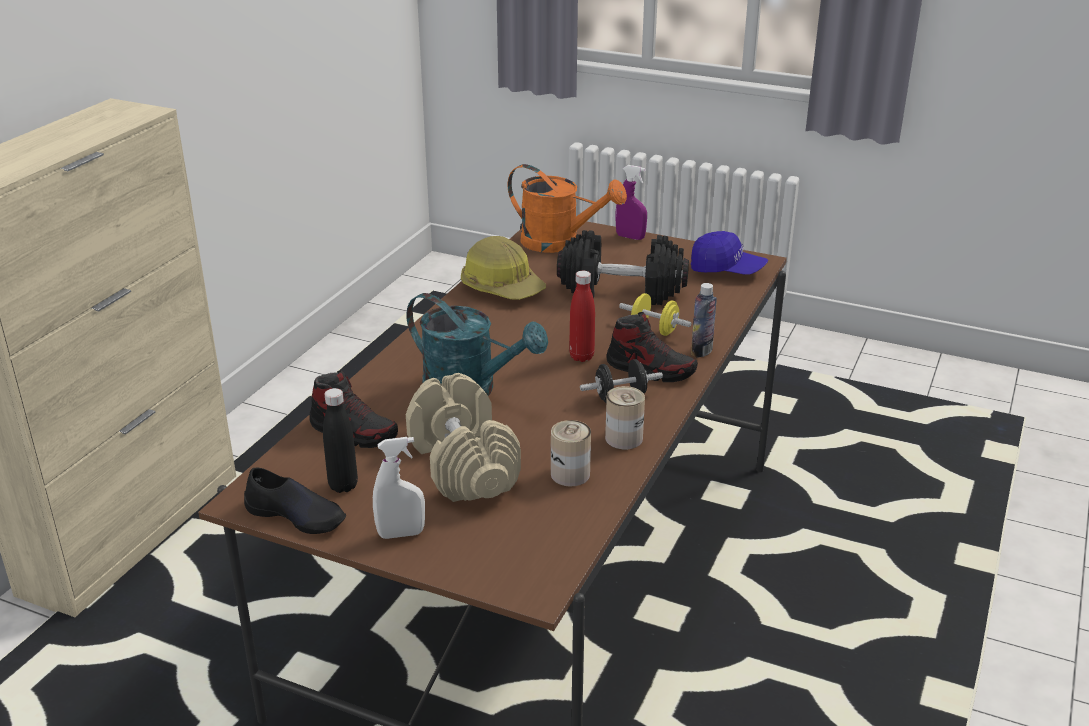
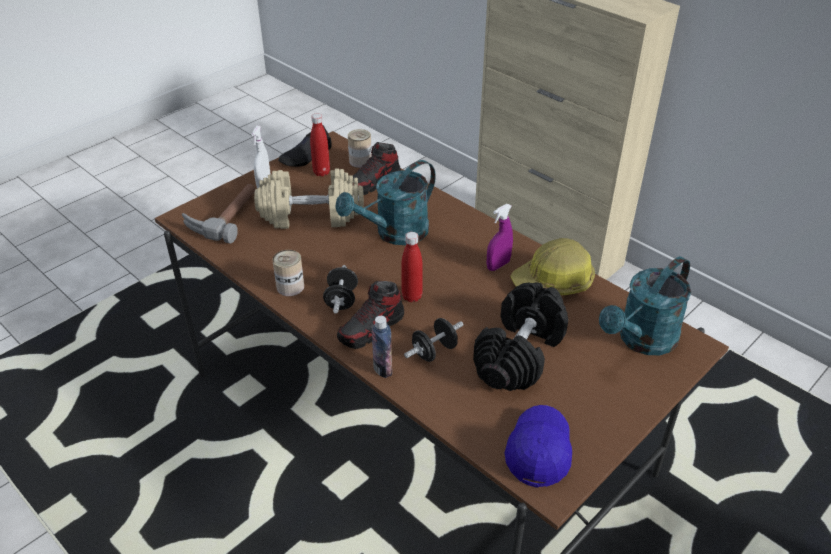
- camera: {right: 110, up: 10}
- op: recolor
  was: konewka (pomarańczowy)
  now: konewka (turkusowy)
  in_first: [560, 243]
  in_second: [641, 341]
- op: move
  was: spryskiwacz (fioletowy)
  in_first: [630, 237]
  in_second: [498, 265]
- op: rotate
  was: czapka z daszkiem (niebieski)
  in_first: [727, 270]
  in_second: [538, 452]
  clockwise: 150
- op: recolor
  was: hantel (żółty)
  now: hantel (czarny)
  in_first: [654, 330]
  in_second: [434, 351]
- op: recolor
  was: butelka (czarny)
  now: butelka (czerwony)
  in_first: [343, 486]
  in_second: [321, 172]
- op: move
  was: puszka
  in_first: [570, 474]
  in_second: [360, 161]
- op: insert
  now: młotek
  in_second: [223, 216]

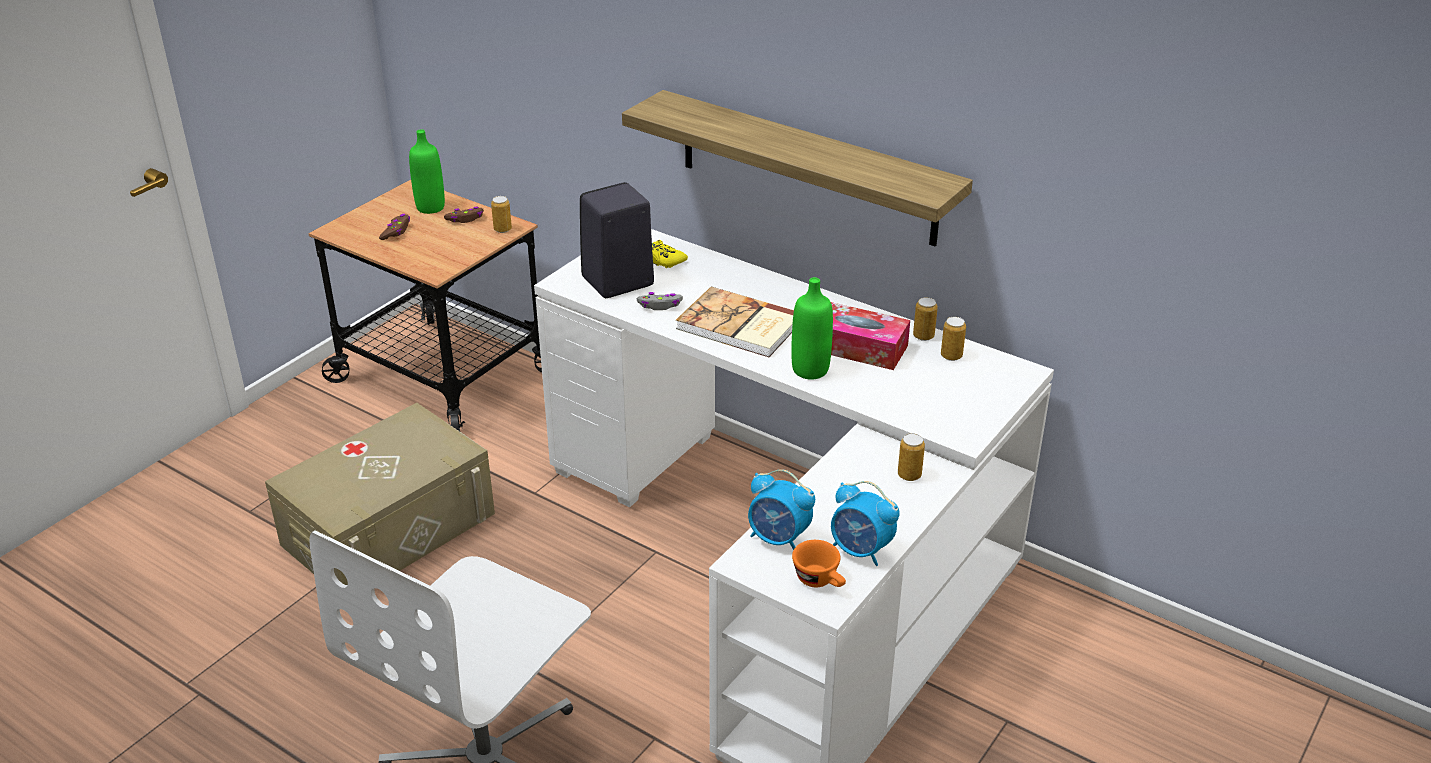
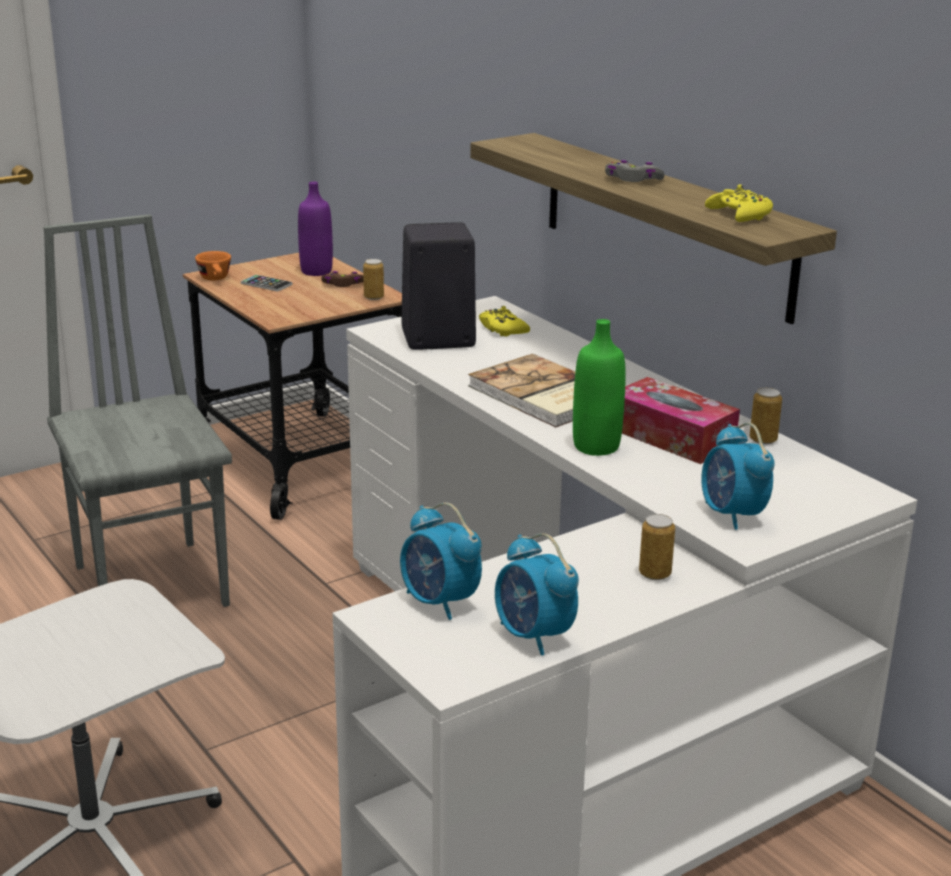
- camera: {right: 20, up: -10}
- op: recolor
  was: butelka (zielony)
  now: butelka (fioletowy)
  in_first: [430, 207]
  in_second: [316, 271]
- op: replace
  was: pad do gier (brązowy)
  now: telefon
  in_first: [396, 231]
  in_second: [266, 284]
- op: move
  was: pad do gier (szary)
  in_first: [660, 305]
  in_second: [633, 180]
- op: delete
  was: puszka
  in_first: [951, 356]
- op: replace
  was: pojemnik do przechowywania (beżowy)
  now: krzesło (szary)
  in_first: [389, 529]
  in_second: [153, 584]
- op: move
  was: filiżanka (pomarańczowy)
  in_first: [820, 581]
  in_second: [216, 279]
- op: insert
  now: pad do gier (żółty)
  in_second: [739, 214]
- op: insert
  now: budzik
  in_second: [732, 515]

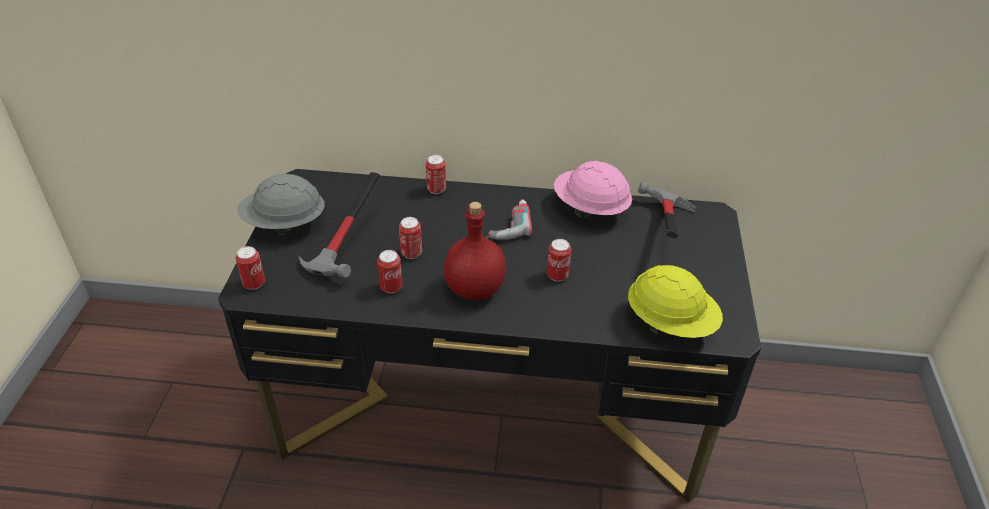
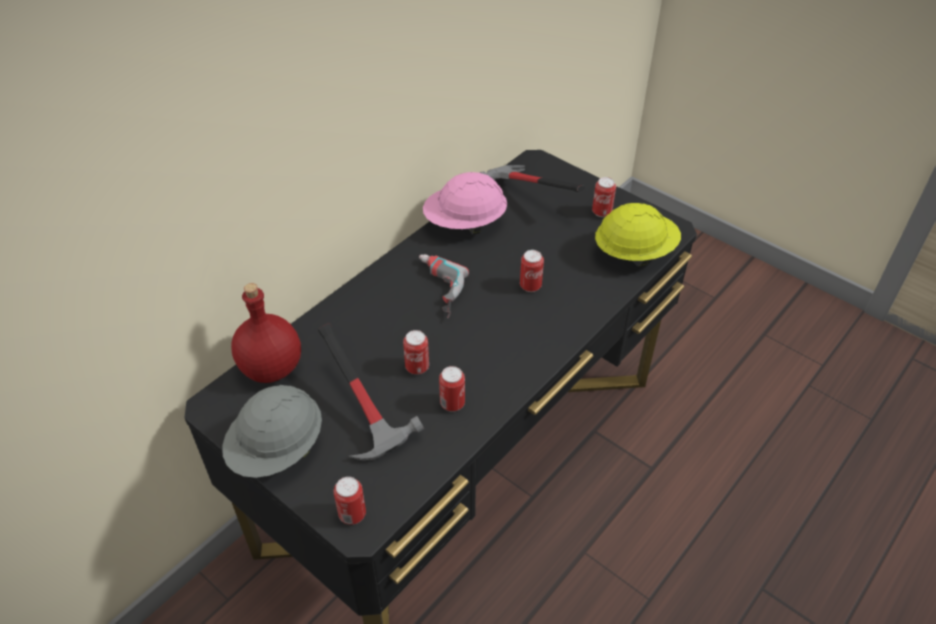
- camera: {right: -55, up: 5}
- op: move
  was: puszka
  in_first: [436, 189]
  in_second: [601, 212]
- op: move
  was: butelka (czerwony)
  in_first: [475, 288]
  in_second: [271, 367]

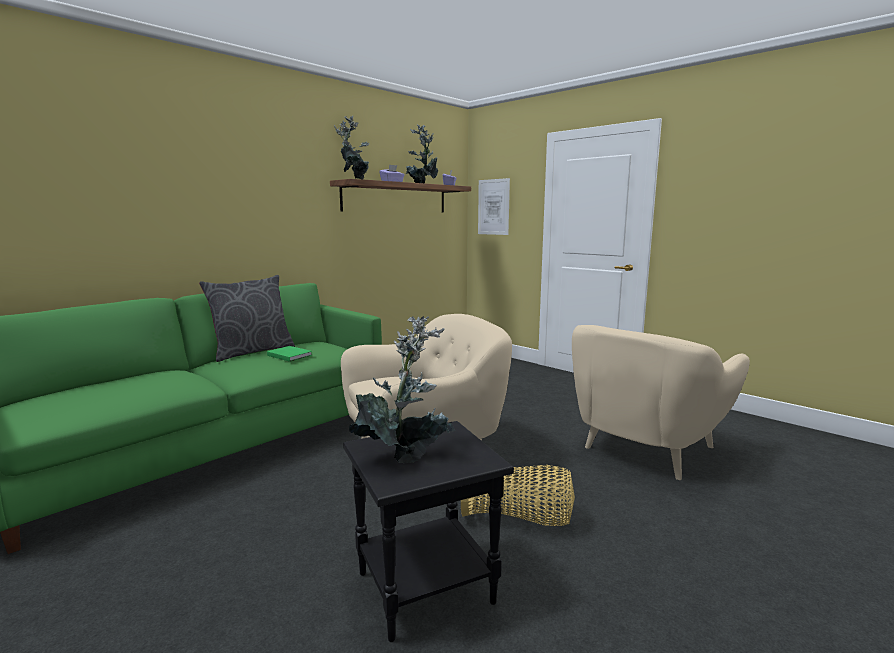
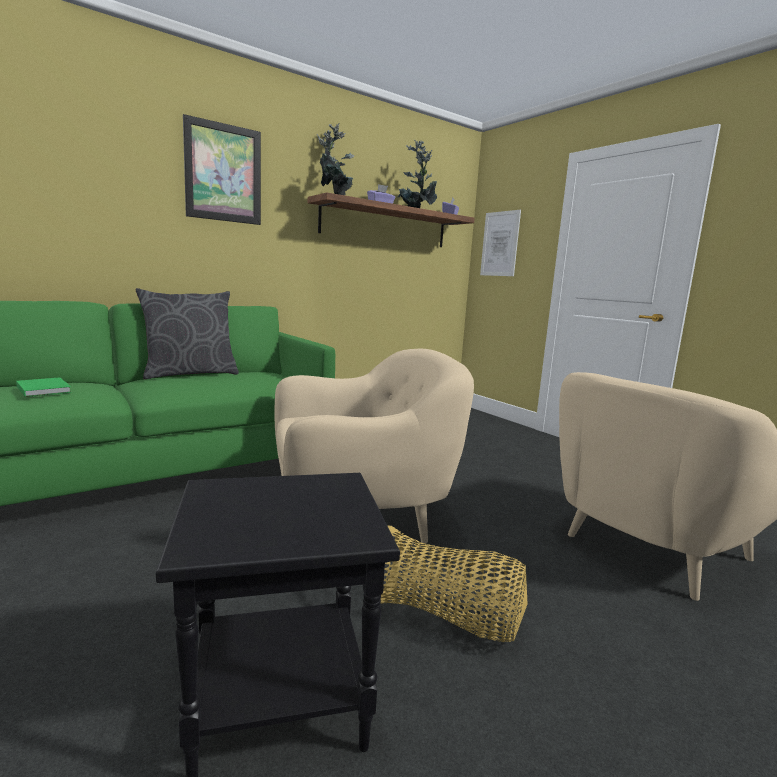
- camera: {right: 10, up: 0}
- op: delete
  was: roślina doniczkowa
  in_first: [405, 455]
- op: move
  was: książka (zielony)
  in_first: [289, 355]
  in_second: [44, 389]
- op: insert
  now: obraz
  in_second: [223, 173]

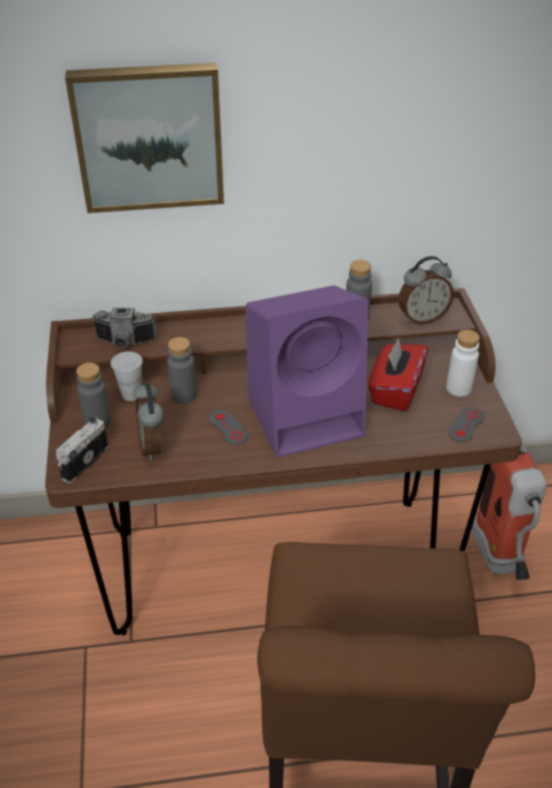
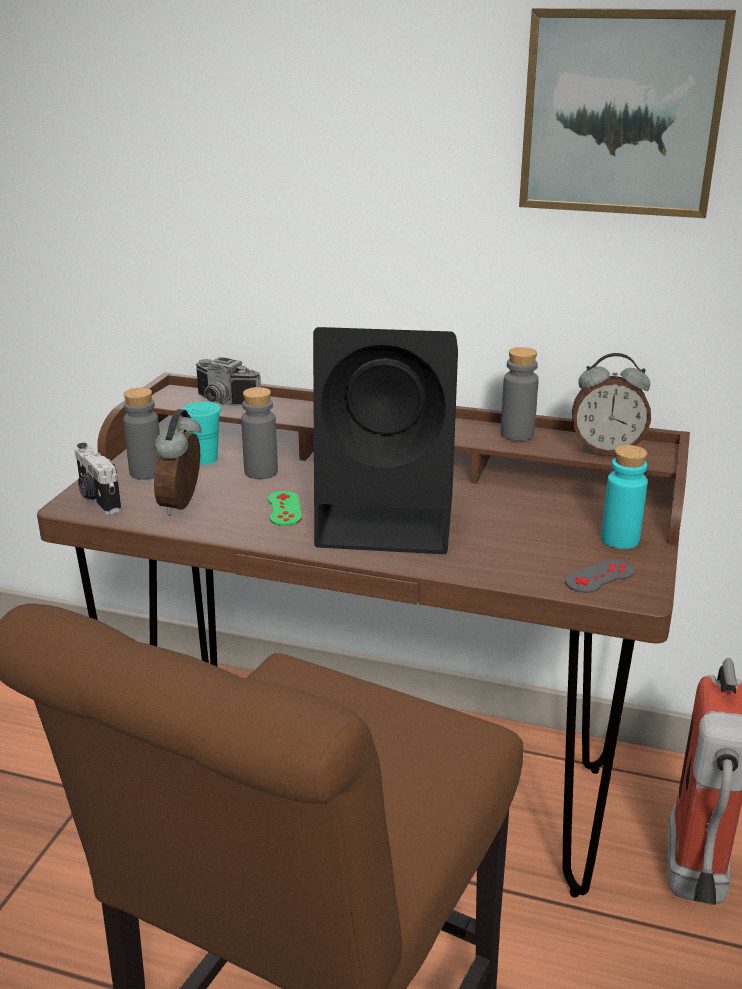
- camera: {right: 25, up: -15}
- op: move
  was: obraz
  in_first: [149, 136]
  in_second: [622, 112]
- op: recolor
  was: głośnik (fioletowy)
  now: głośnik (czarny)
  in_first: [307, 415]
  in_second: [391, 519]
- op: recolor
  was: butelka (biały)
  now: butelka (turkusowy)
  in_first: [458, 388]
  in_second: [620, 540]
- op: delete
  was: pudełko chusteczek (czerwony)
  in_first: [395, 390]
- op: recolor
  was: filiżanka (biały)
  now: filiżanka (turkusowy)
  in_first: [131, 394]
  in_second: [205, 459]
- op: recolor
  was: pad do gier (szary)
  now: pad do gier (zielony)
  in_first: [228, 427]
  in_second: [284, 509]
- op: rotate
  was: aparat fotograficzny
  in_first: [83, 461]
  in_second: [98, 499]
  clockwise: -90

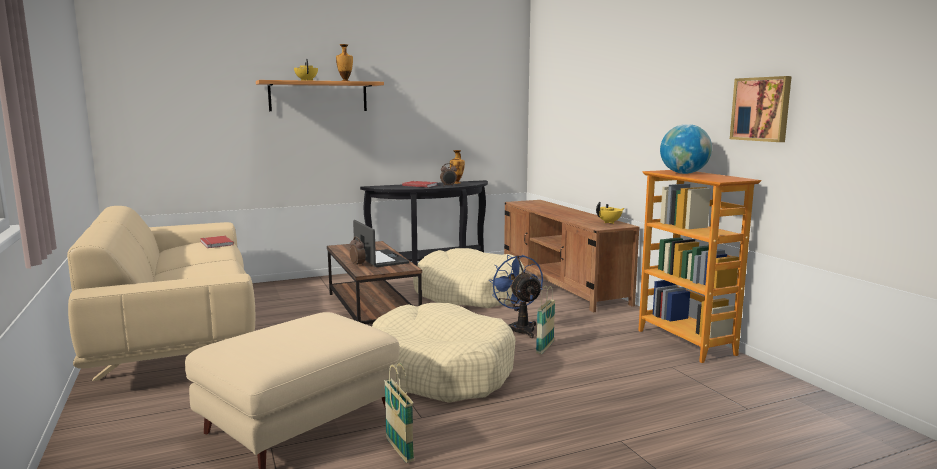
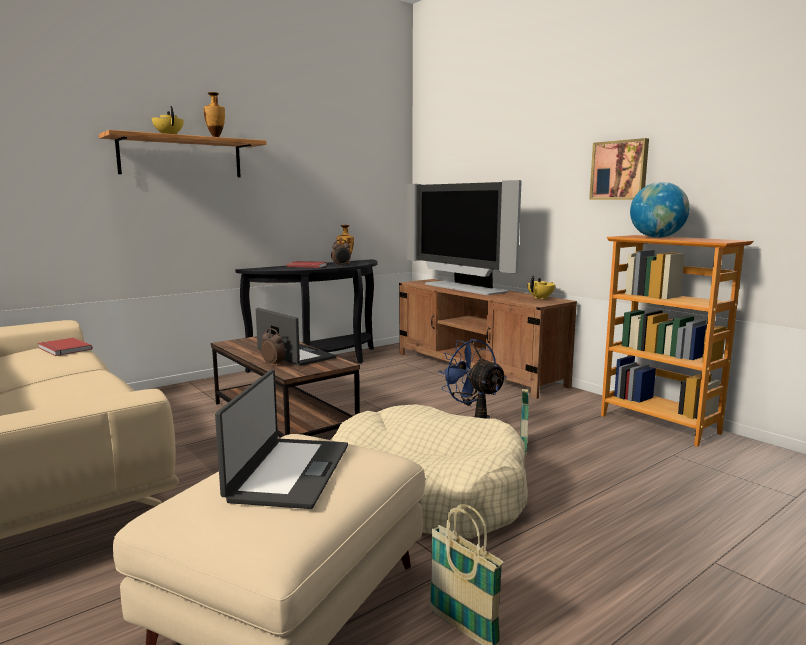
- camera: {right: -15, up: 0}
- op: move
  was: obraz
  in_first: [761, 109]
  in_second: [619, 170]
- op: delete
  was: legowisko (beżowy)
  in_first: [469, 293]
- op: insert
  now: telewizor
  in_second: [463, 288]
- op: insert
  now: laptop
  in_second: [288, 472]

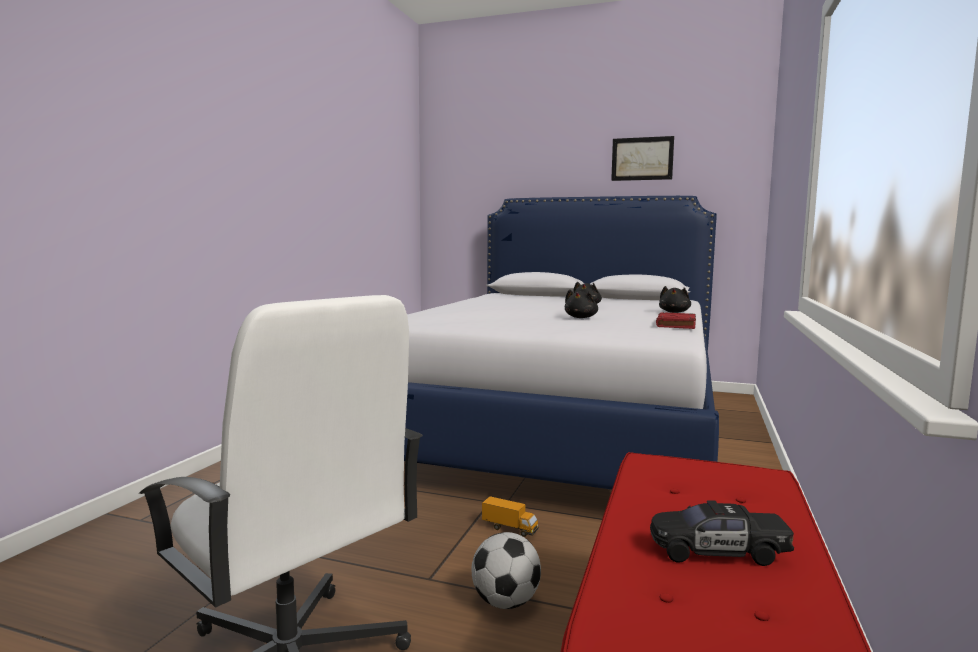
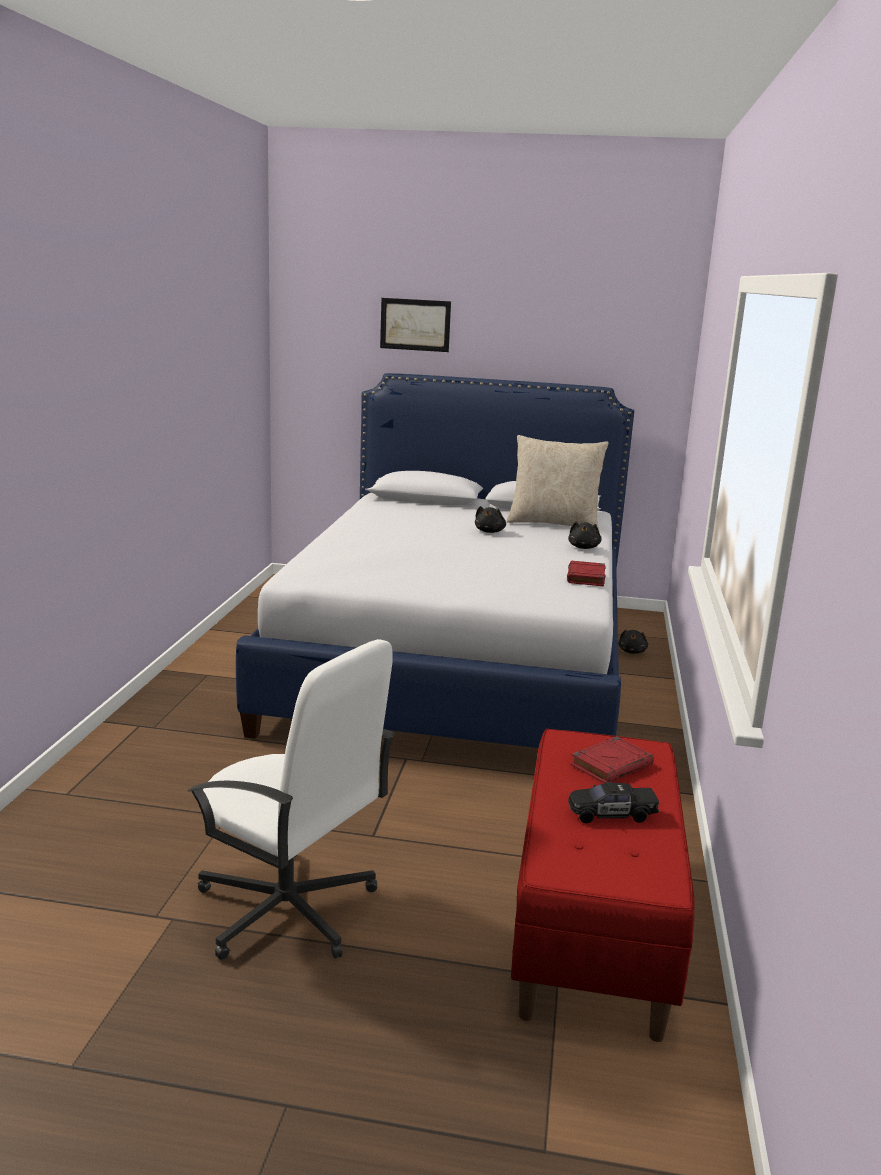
- camera: {right: -10, up: 10}
- op: move
  was: obraz
  in_first: [642, 159]
  in_second: [415, 324]
- op: move
  was: pluszak (czarny)
  in_first: [581, 318]
  in_second: [632, 651]
- op: delete
  was: ciężarówka zabawkowa
  in_first: [510, 529]
- op: delete
  was: piłka futbolowa
  in_first: [505, 602]
- op: insert
  now: poduszka (beżowy)
  in_second: [553, 523]
- op: insert
  now: książka (czerwony)
  in_second: [611, 765]

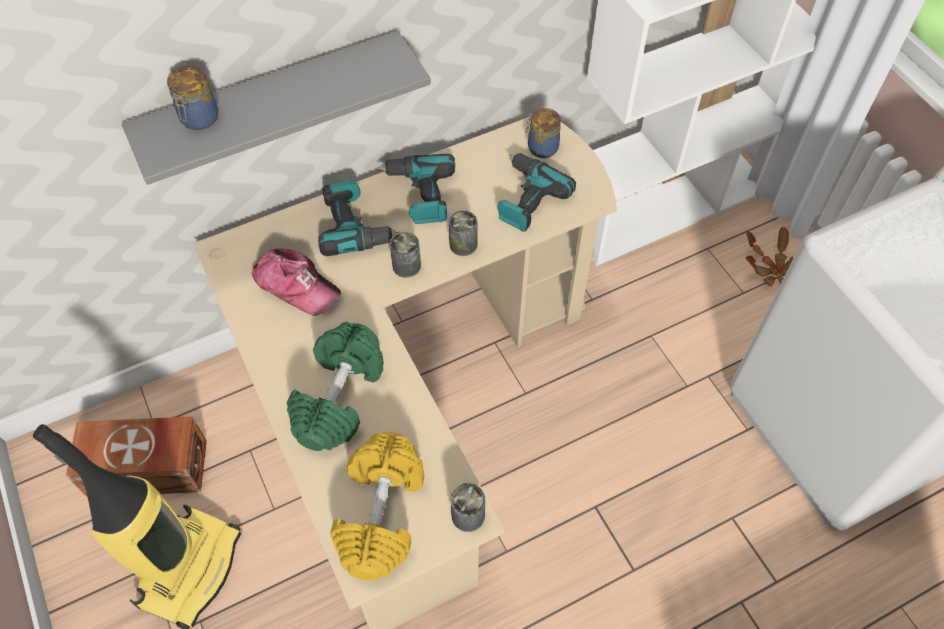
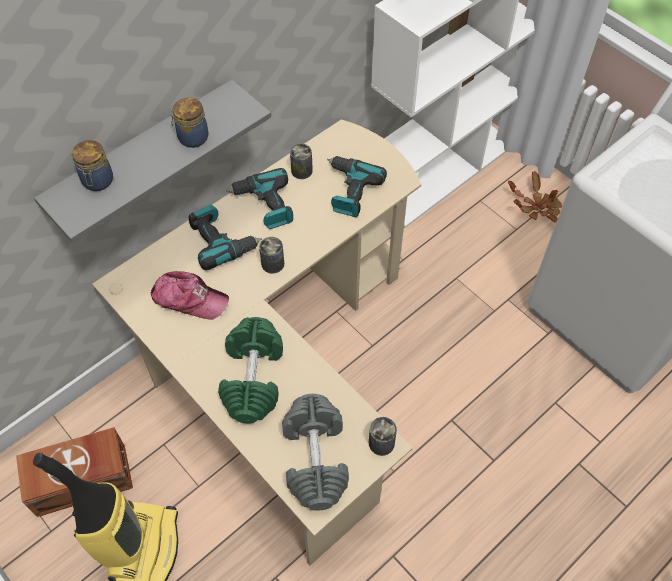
- camera: {right: -15, up: 0}
- op: move
  was: słoik
  in_first: [541, 148]
  in_second: [192, 137]
- op: move
  was: puszka
  in_first: [463, 244]
  in_second: [301, 171]
- op: recolor
  was: hantel (żółty)
  now: hantel (szary)
  in_first: [380, 513]
  in_second: [314, 458]

